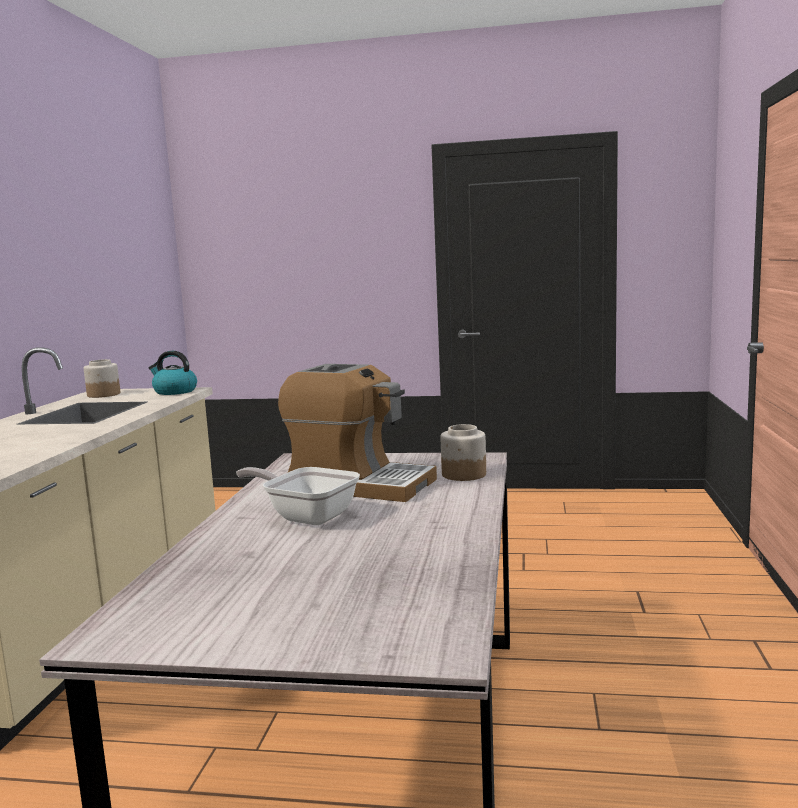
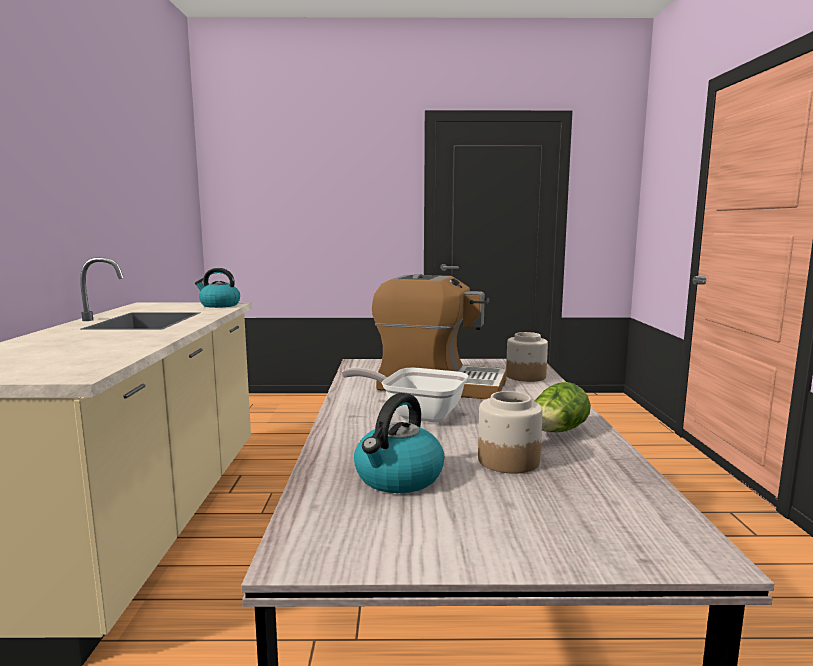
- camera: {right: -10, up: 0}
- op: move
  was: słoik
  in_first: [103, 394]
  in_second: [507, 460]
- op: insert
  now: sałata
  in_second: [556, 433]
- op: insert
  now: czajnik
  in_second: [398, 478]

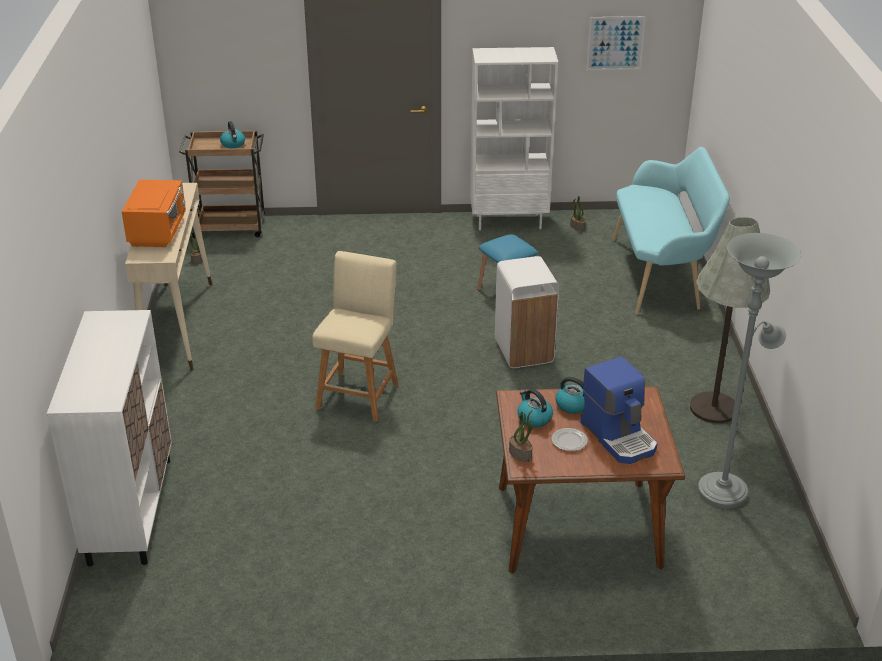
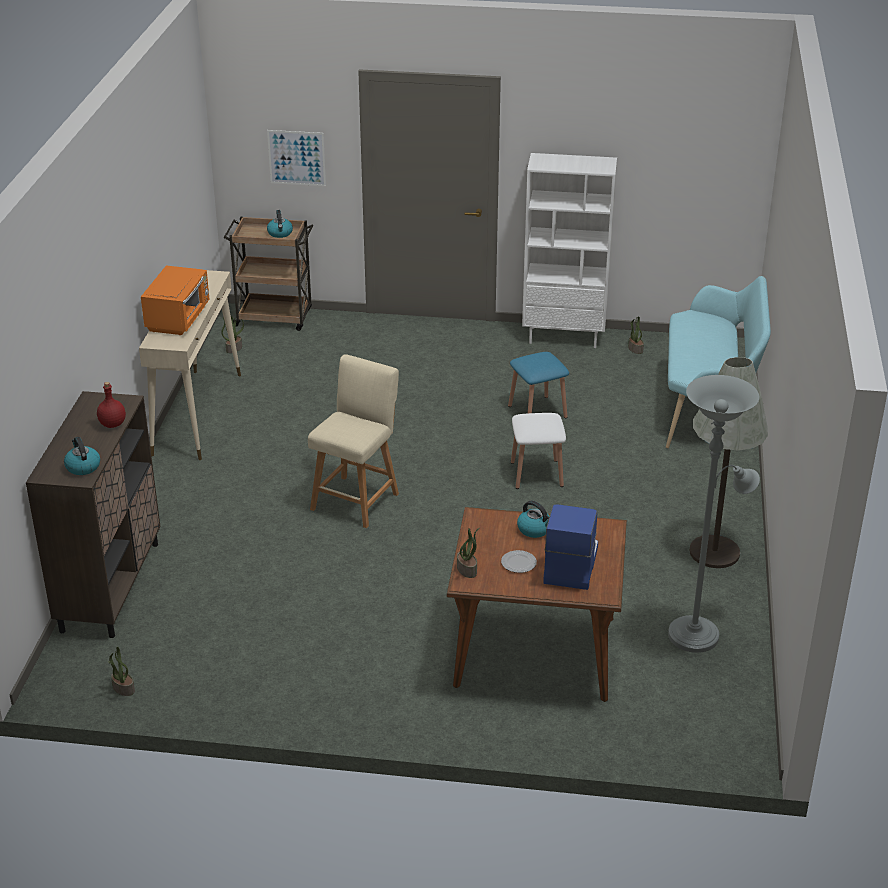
- camera: {right: 10, up: 0}
- op: move
  was: obraz
  in_first: [615, 43]
  in_second: [296, 158]
- op: replace
  was: kosz na śmieci (biały)
  now: stołek (biały)
  in_first: [524, 351]
  in_second: [536, 474]
- op: recolor
  was: szafka (biały)
  now: szafka (brązowy)
  in_first: [130, 509]
  in_second: [110, 586]
- op: rotate
  was: ekspres do kawy
  in_first: [619, 436]
  in_second: [570, 564]
  clockwise: -150
- op: move
  was: czajnik
  in_first: [534, 418]
  in_second: [82, 467]
- op: insert
  now: butelka (czerwony)
  in_second: [112, 424]
- op: insert
  now: roślina doniczkowa
  in_second: [123, 688]

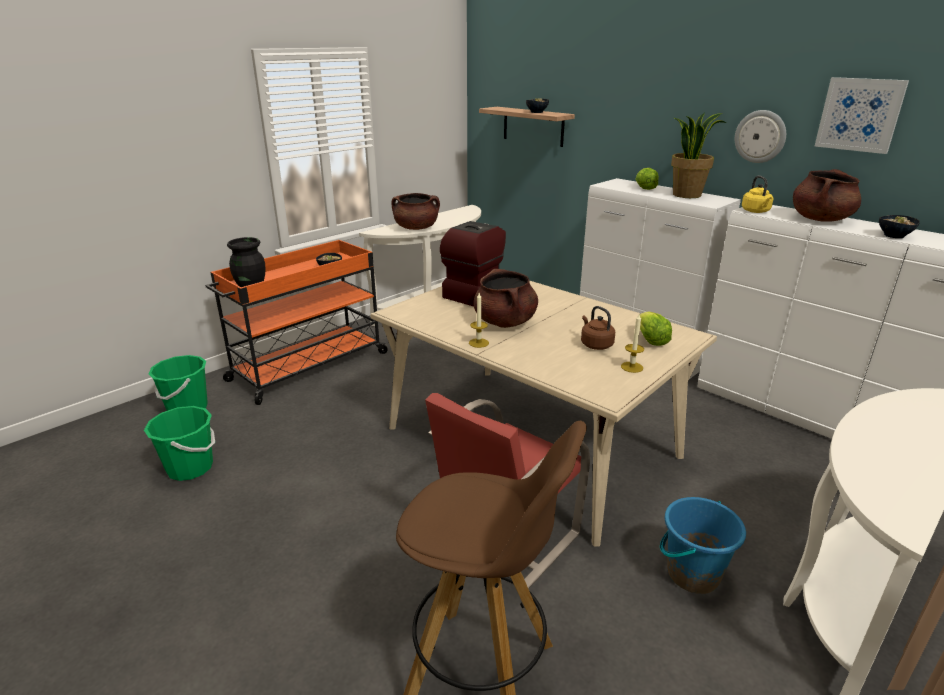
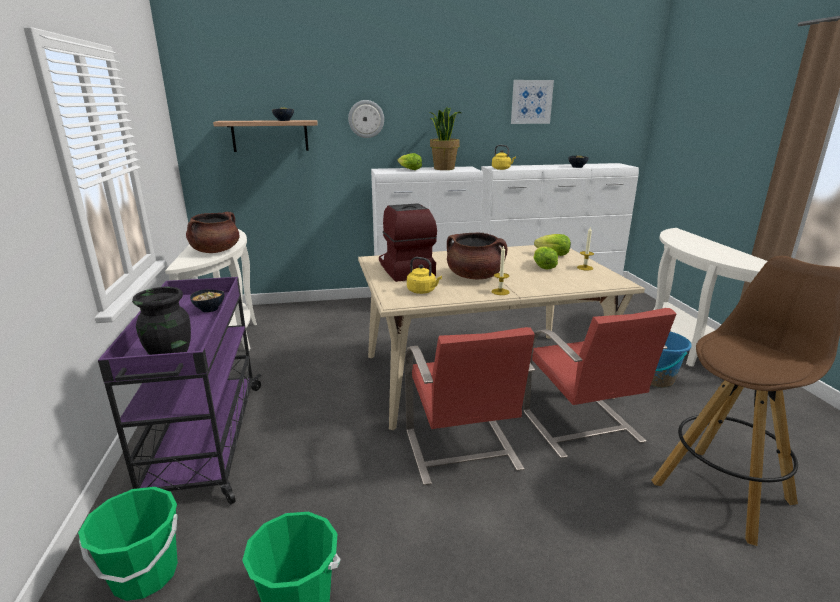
- camera: {right: -55, up: -5}
- op: move
  was: zegar ścienny
  in_first: [760, 136]
  in_second: [366, 119]
- op: delete
  was: garnek (brązowy)
  in_first: [820, 219]
- op: recolor
  was: wózek (pomarańczowy)
  now: wózek (fioletowy)
  in_first: [307, 367]
  in_second: [206, 443]
- op: replace
  was: czajnik (brązowy)
  now: sałata
  in_first: [595, 344]
  in_second: [543, 266]
- op: insert
  now: czajnik (żółty)
  in_second: [422, 291]
- op: insert
  now: krzesło (czerwony)
  in_second: [462, 451]

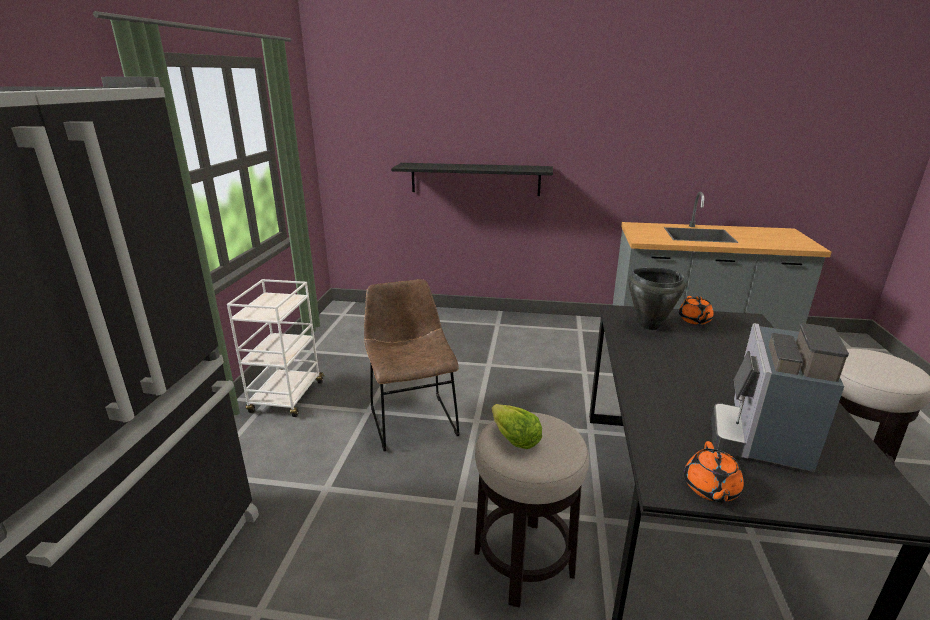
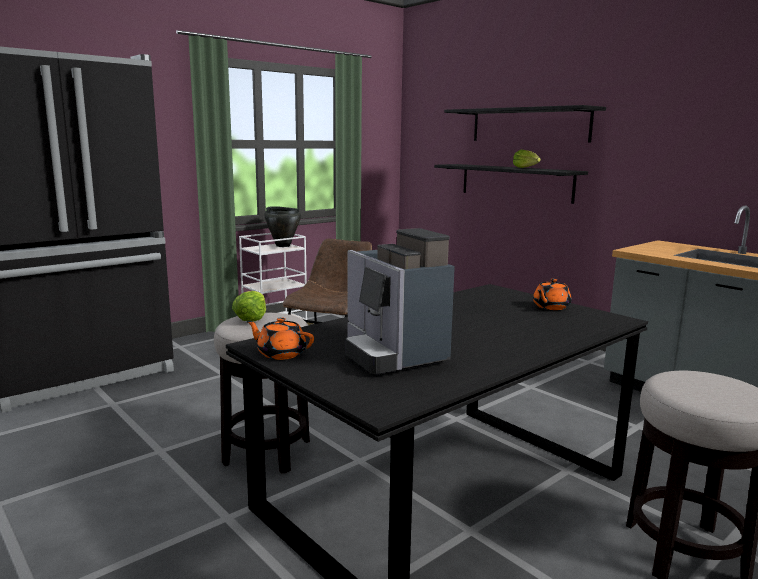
- camera: {right: 40, up: -10}
- op: move
  was: garnek (czarny)
  in_first: [648, 325]
  in_second: [283, 245]
- op: rotate
  was: ekspres do kawy
  in_first: [761, 436]
  in_second: [392, 354]
  clockwise: -90
- op: rotate
  was: imbryk (pomarańczowy)
  in_first: [710, 489]
  in_second: [281, 354]
  clockwise: 60
- op: insert
  now: półka (czarny)
  in_second: [529, 125]
- op: insert
  now: sałata
  in_second: [526, 168]

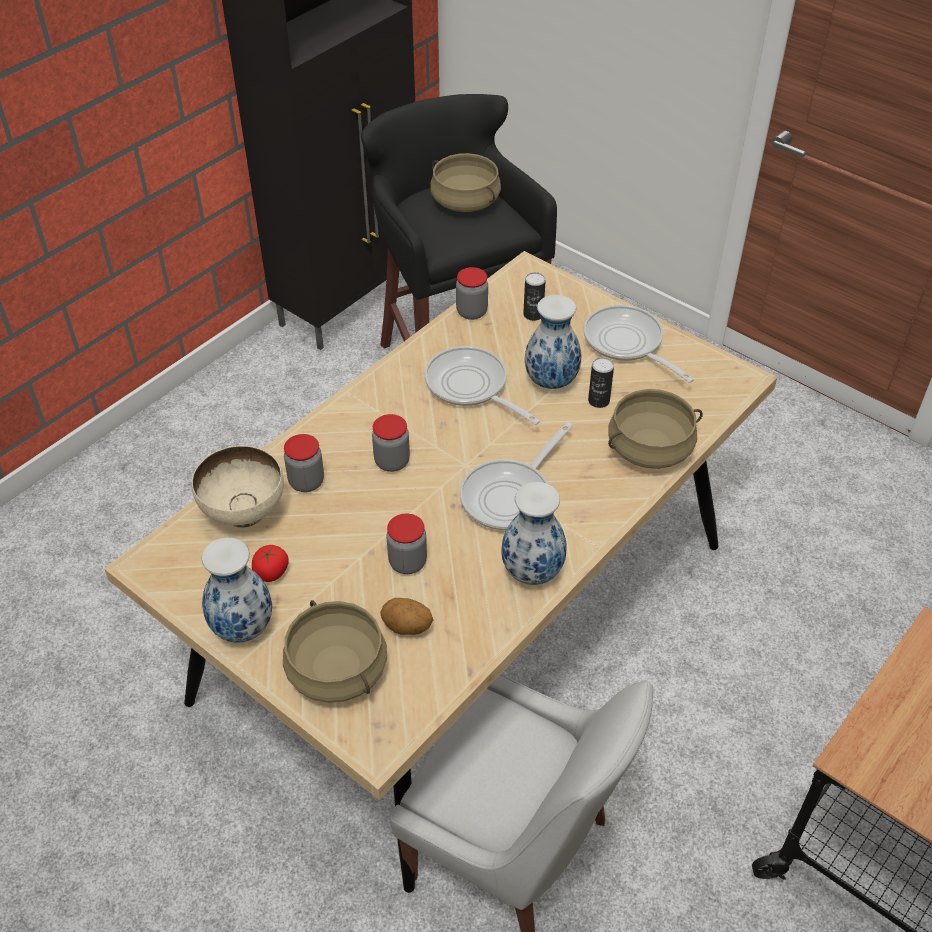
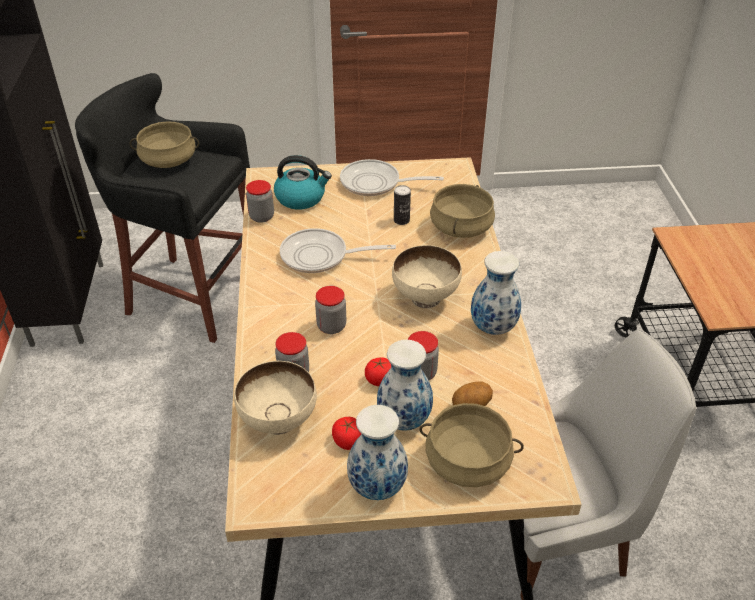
- camera: {right: -45, up: -5}
- op: replace
  was: puszka
  now: czajnik
  in_first: [533, 314]
  in_second: [301, 198]
- op: move
  was: wazon
  in_first: [551, 382]
  in_second: [404, 421]
- op: replace
  was: patelnia
  now: miska (beżowy)
  in_first: [511, 495]
  in_second: [425, 297]
- op: insert
  now: pomidor
  in_second: [380, 380]

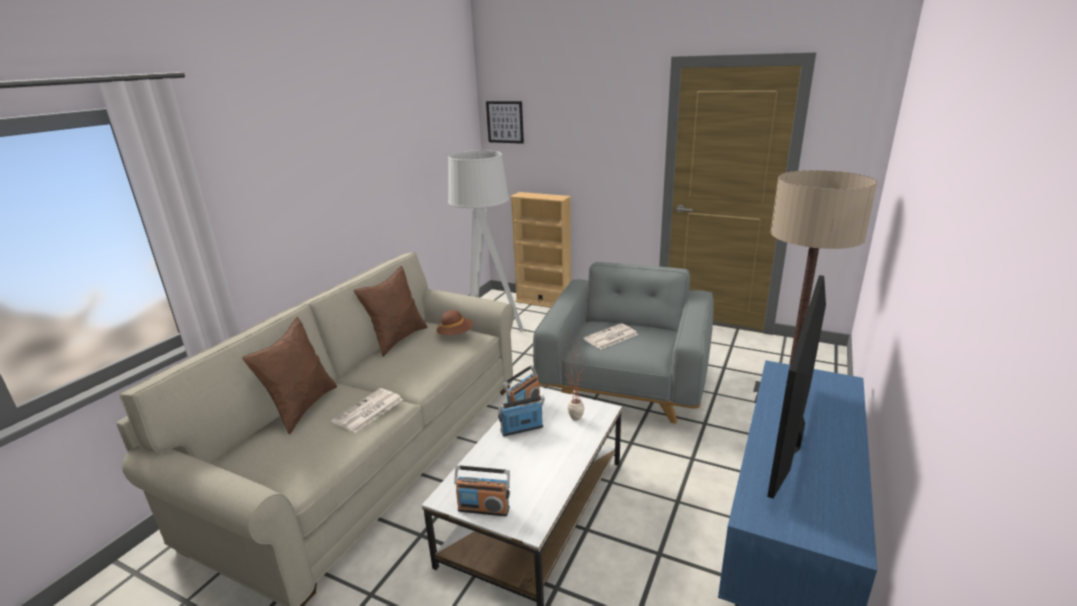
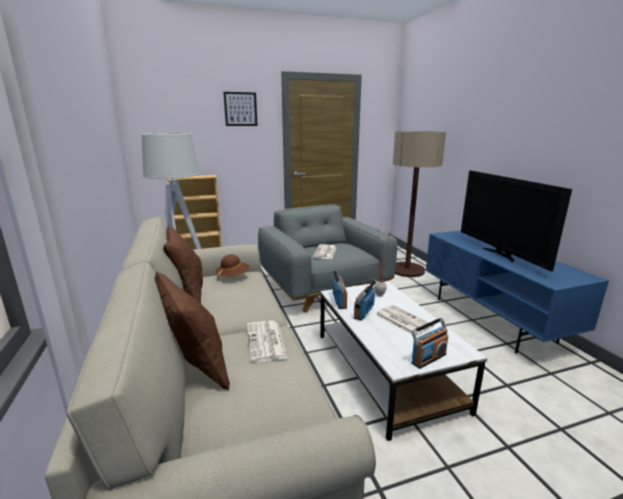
- camera: {right: -45, up: -5}
- op: move
  was: obraz
  in_first: [505, 122]
  in_second: [240, 109]
- op: insert
  now: gazeta
  in_second: [402, 320]

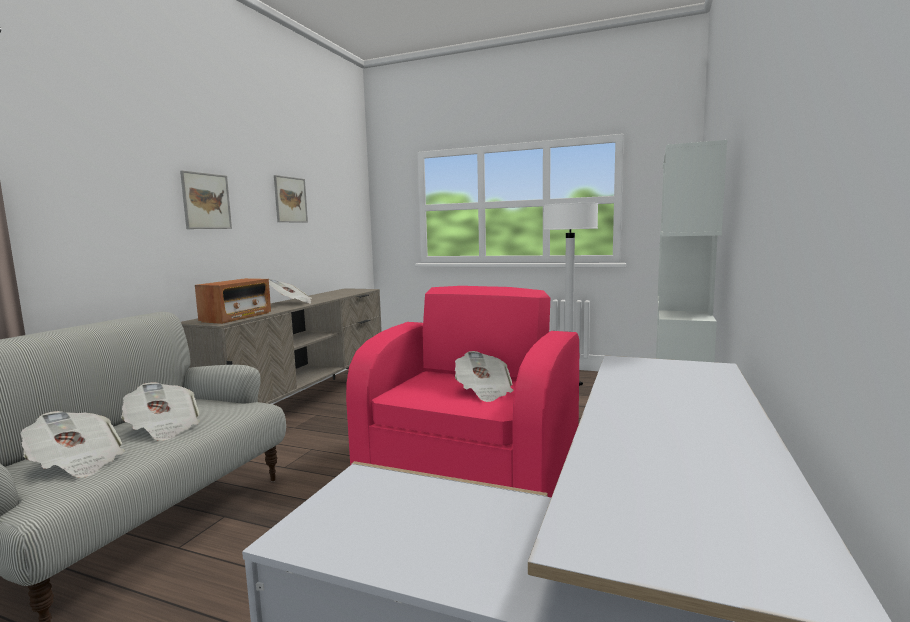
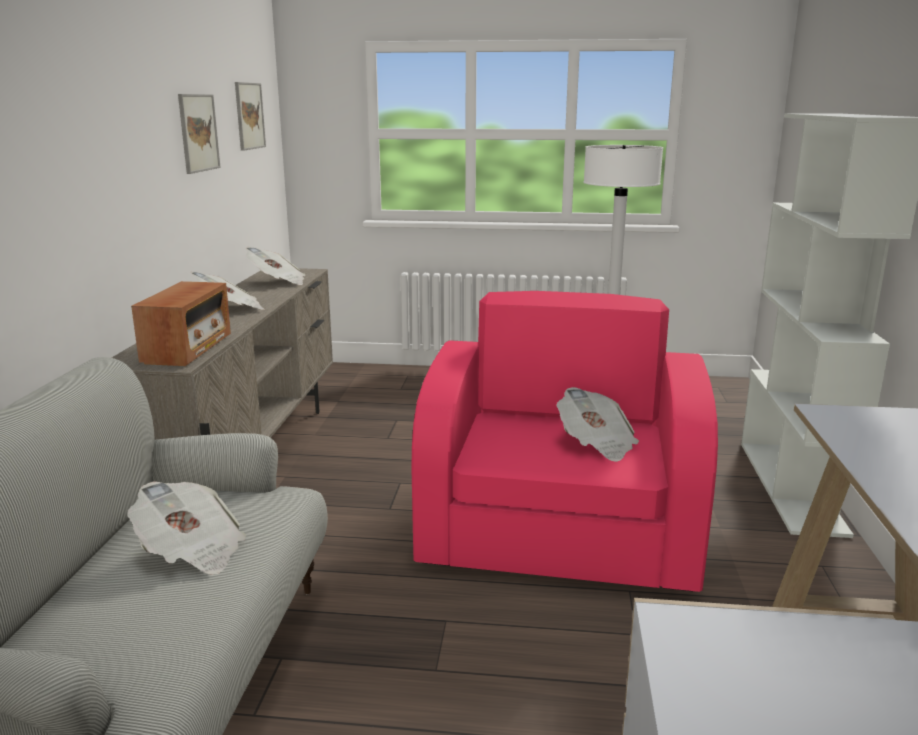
- camera: {right: -15, up: 10}
- op: move
  was: obraz
  in_first: [206, 201]
  in_second: [249, 116]
- op: move
  was: gazeta
  in_first: [77, 463]
  in_second: [278, 282]

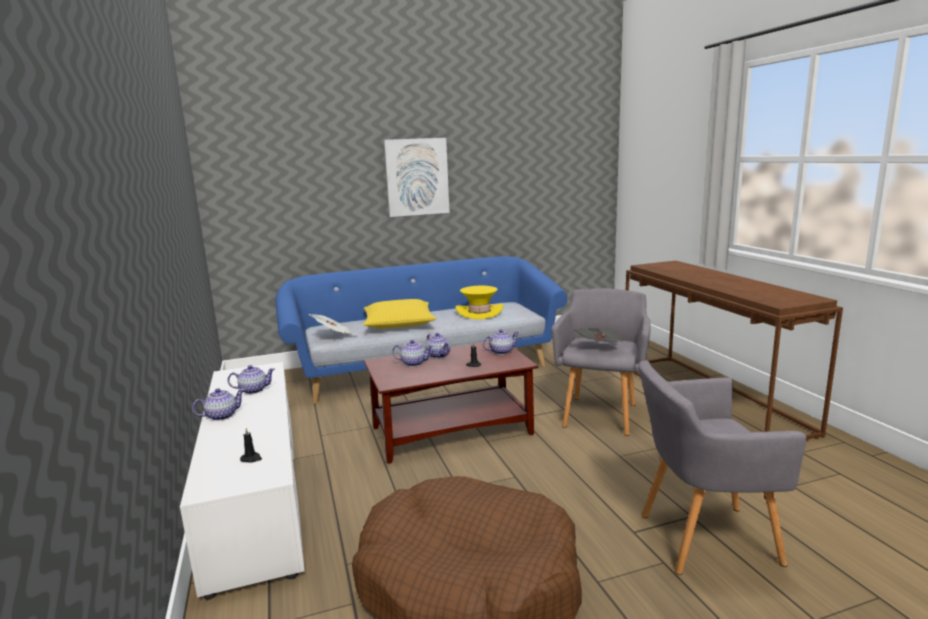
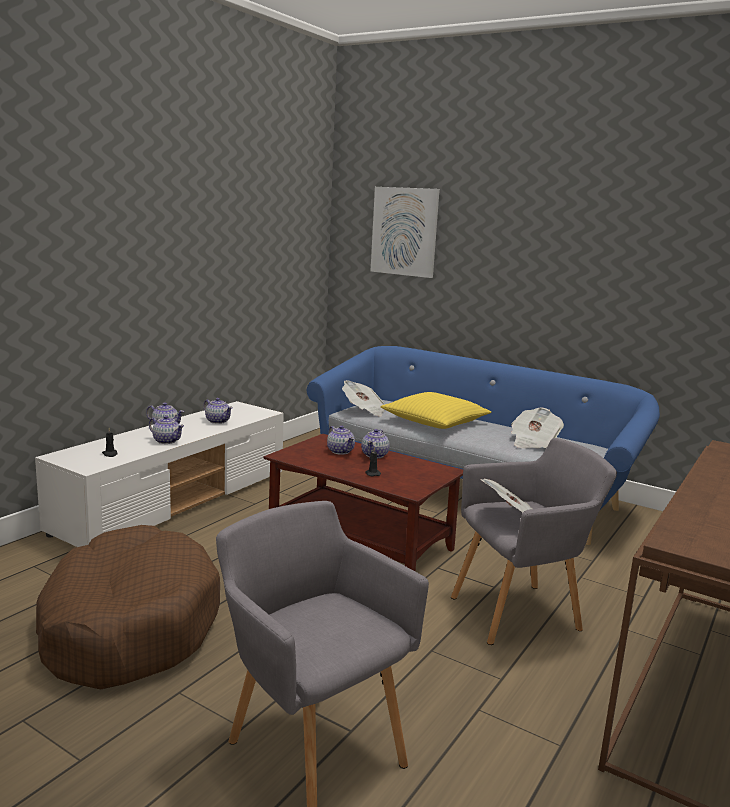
- camera: {right: 50, up: 0}
- op: move
  was: obraz
  in_first: [417, 177]
  in_second: [404, 231]
- op: replace
  was: kapelusz (żółty)
  now: gazeta
  in_first: [479, 312]
  in_second: [533, 442]
- op: move
  was: imbryk
  in_first: [501, 352]
  in_second: [166, 441]

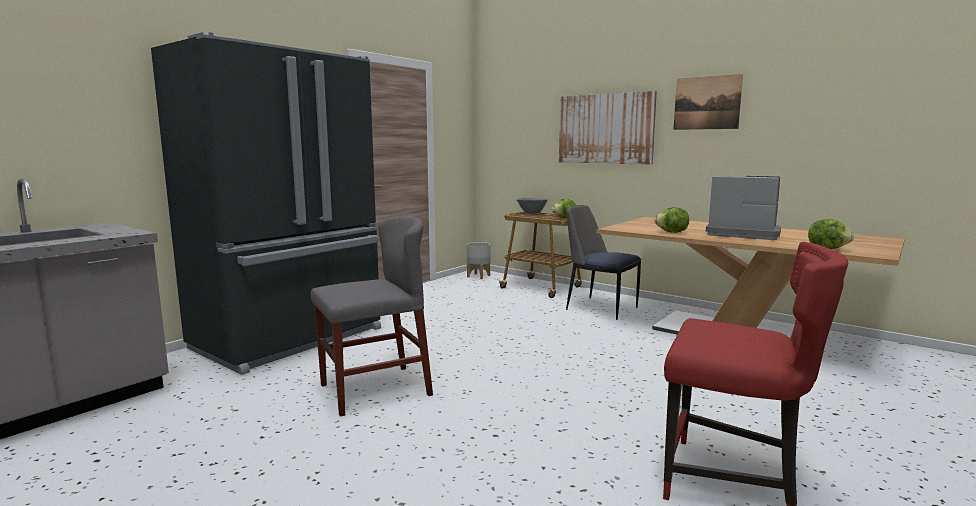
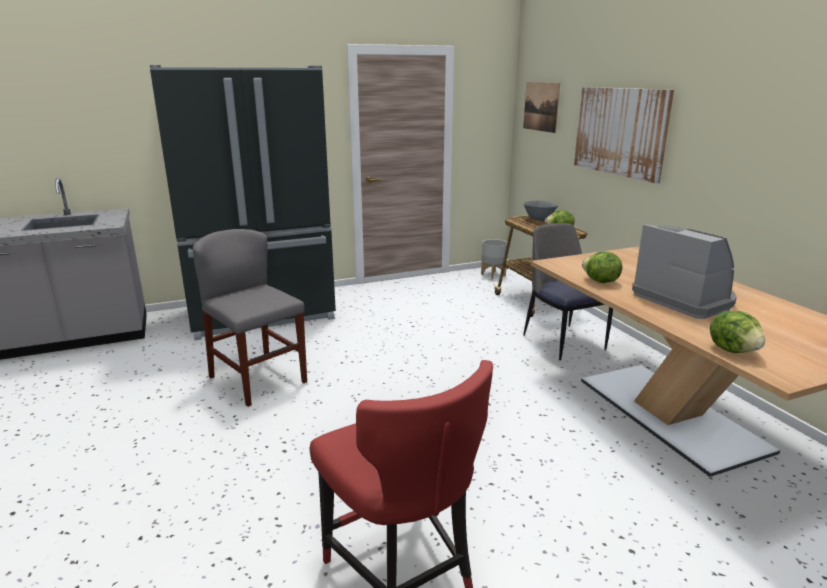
- camera: {right: 30, up: 10}
- op: move
  was: obraz
  in_first: [707, 103]
  in_second: [541, 106]
- op: rotate
  was: krzesło (szary)
  in_first: [375, 390]
  in_second: [258, 379]
  clockwise: -135

